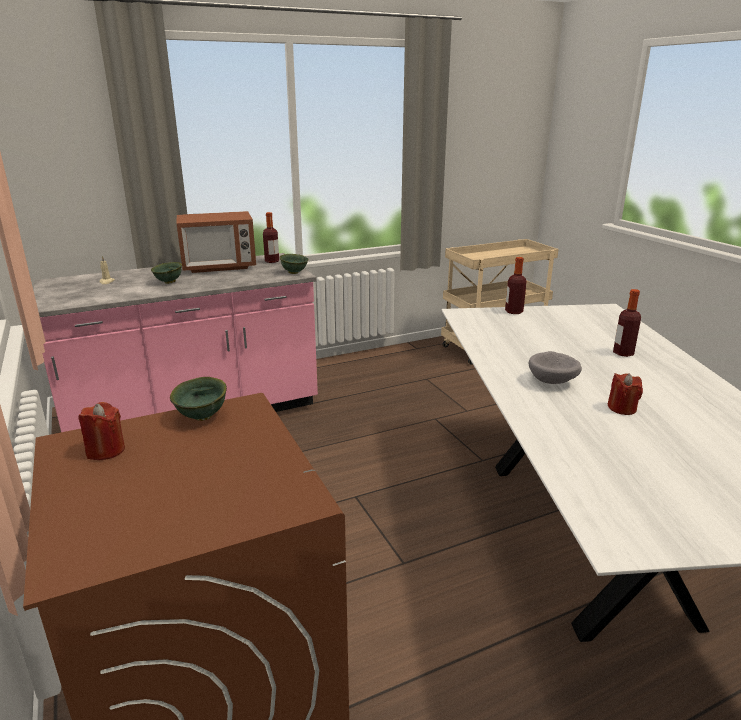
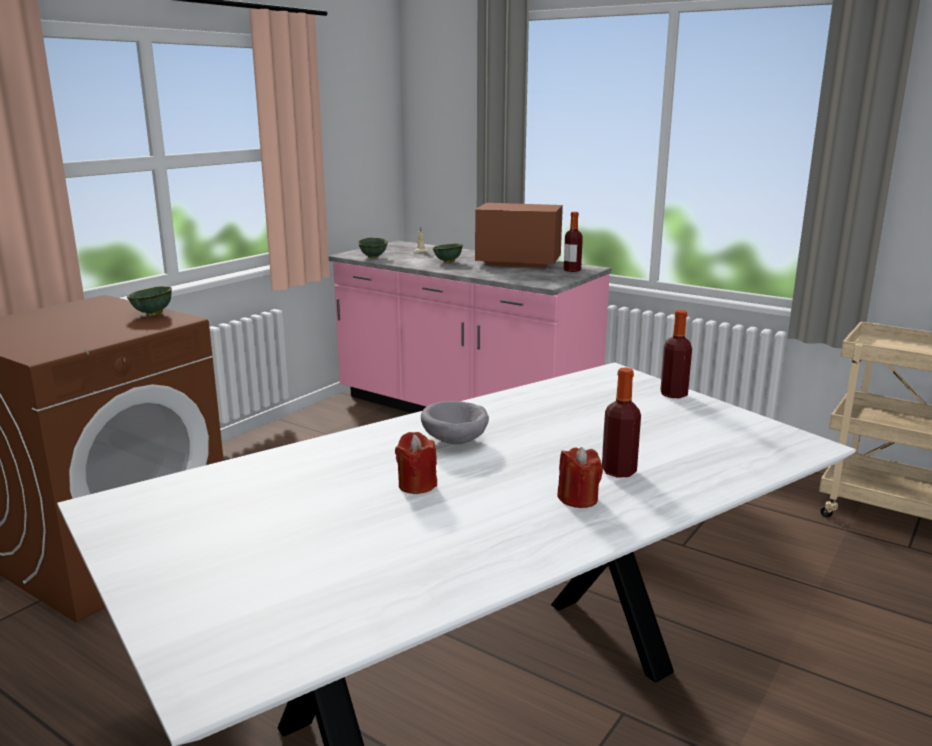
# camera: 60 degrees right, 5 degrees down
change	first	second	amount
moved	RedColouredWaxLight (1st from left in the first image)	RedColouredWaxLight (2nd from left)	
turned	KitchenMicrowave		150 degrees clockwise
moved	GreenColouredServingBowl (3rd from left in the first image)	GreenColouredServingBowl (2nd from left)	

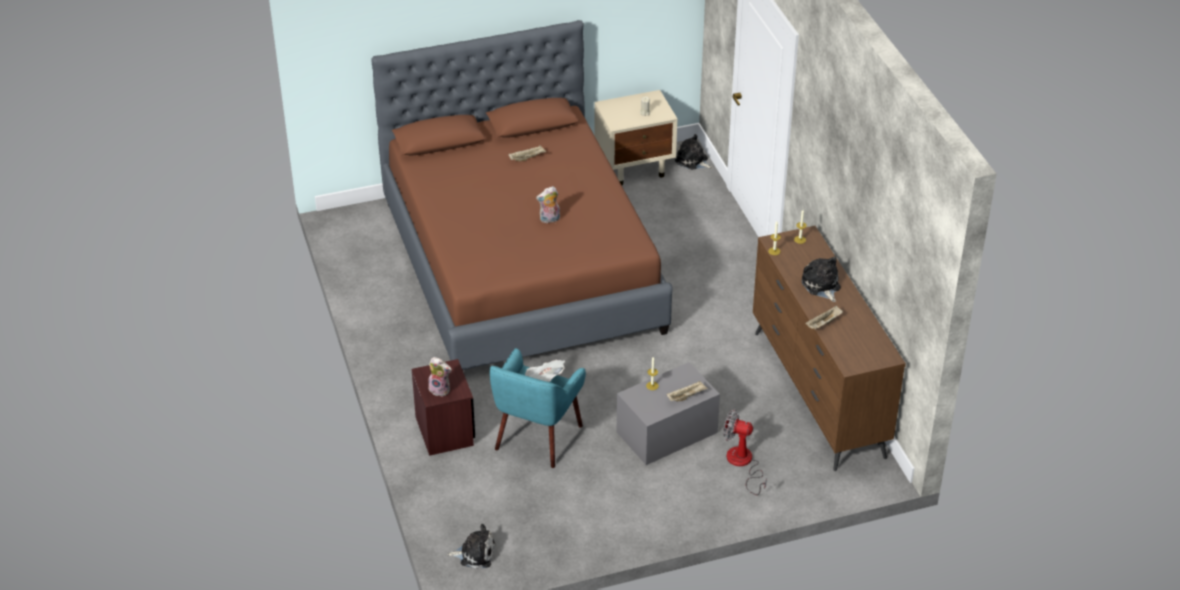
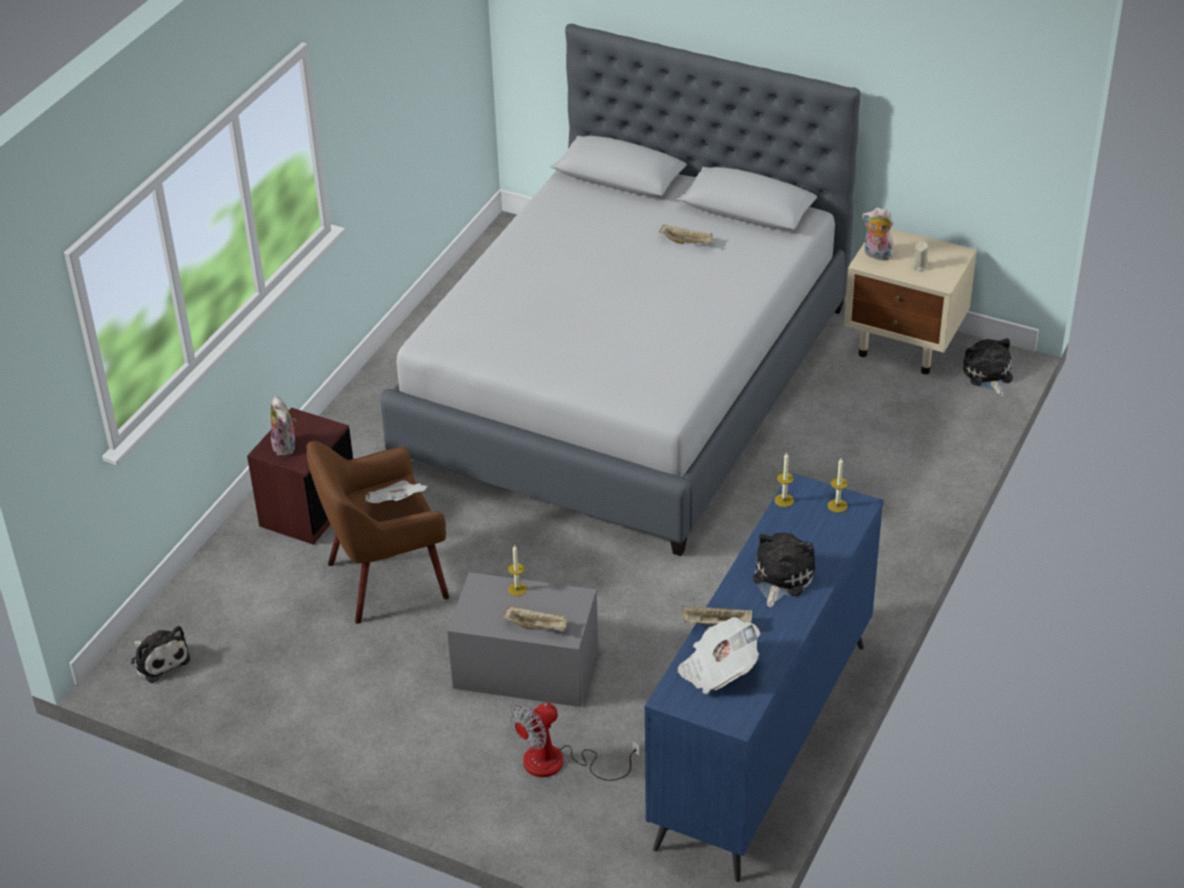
# camera: 45 degrees right, 0 degrees up
change	first	second	amount
recoloured	BrownColouredBed	GreyishBed	
recoloured	TurquoiseColouredArmchair	BrownColouredArmchair	
moved	SoftToy (3rd from left in the first image)	SoftToy (4th from left)	
turned	ElectricFan		105 degrees counterclockwise
recoloured	BrownColouredDrawerChest	BlueDrawerChest	
added		Newspaper (2nd from left)	

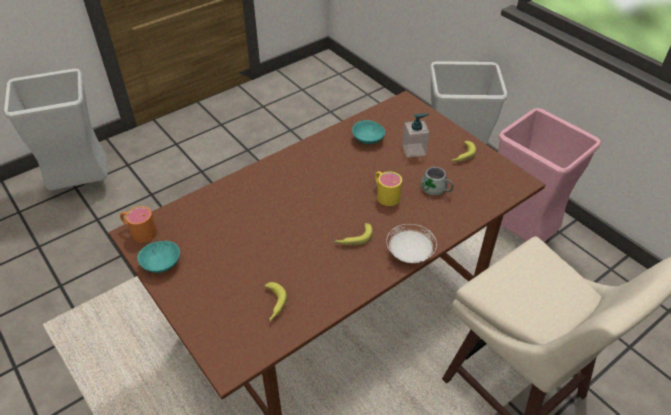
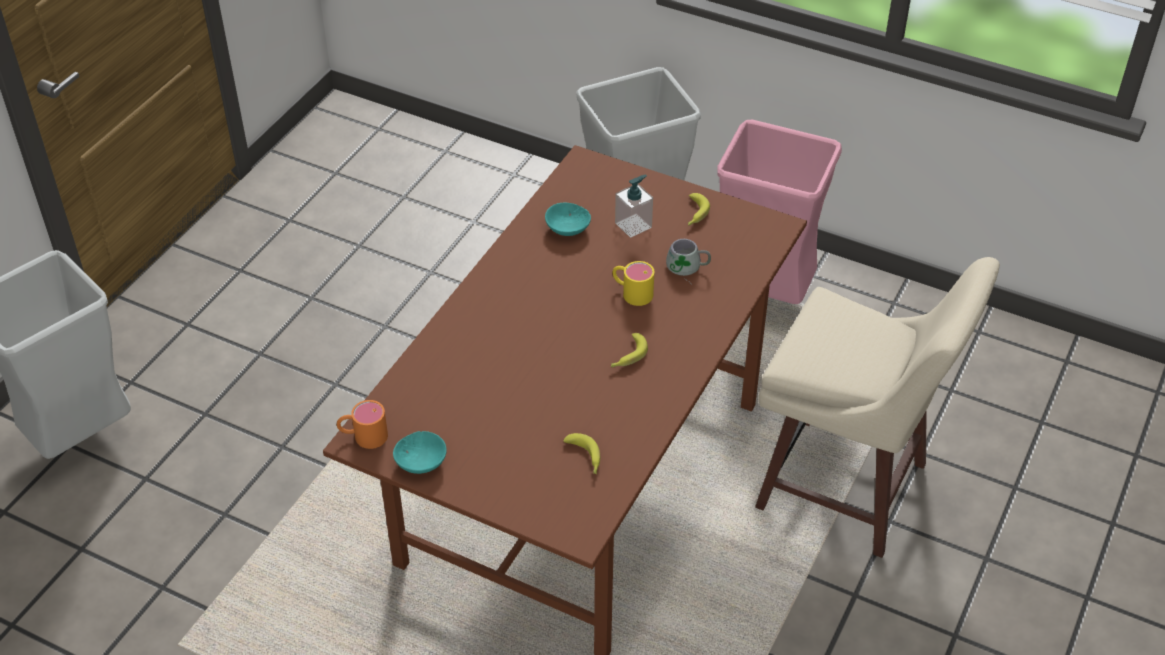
# camera: 25 degrees left, 0 degrees up
change	first	second	amount
removed	WhiteFlatDish		

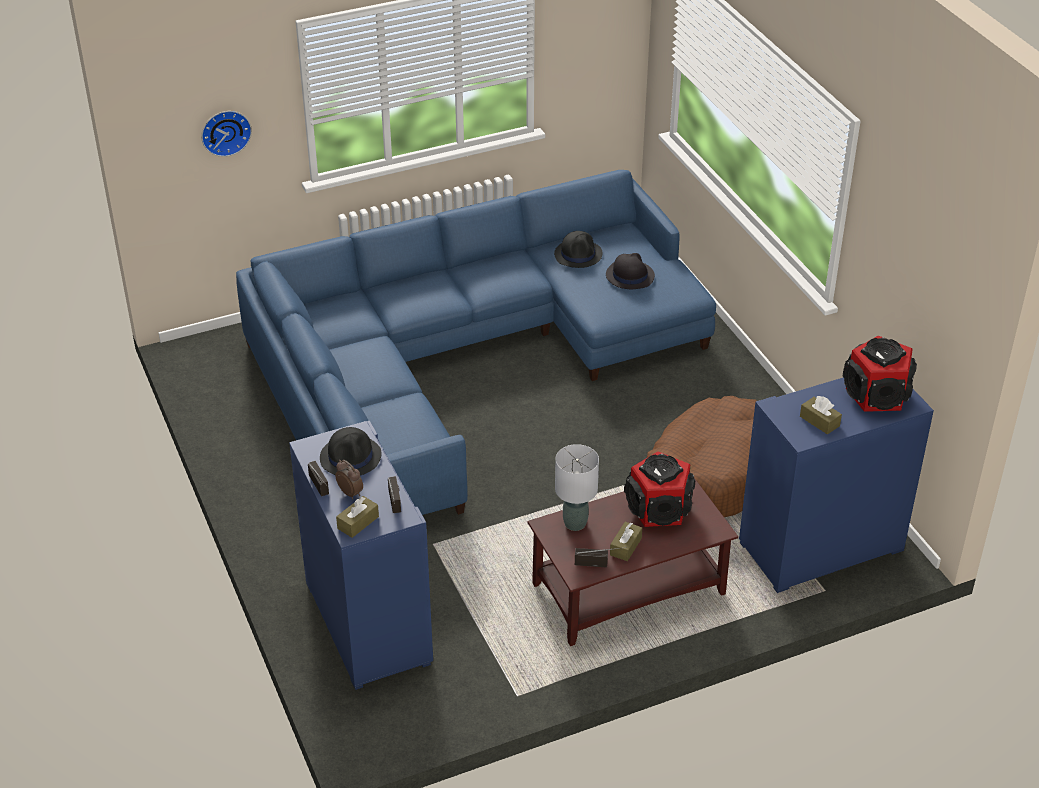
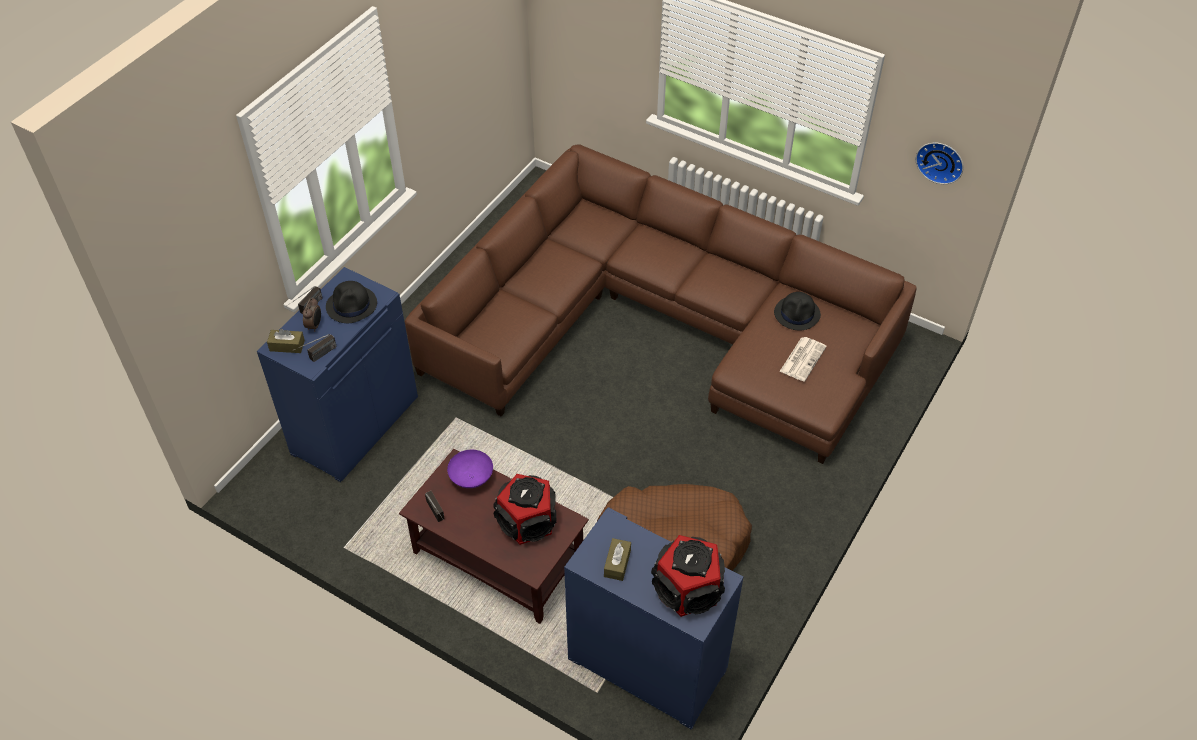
# camera: 55 degrees right, 10 degrees up
change	first	second	amount
moved	ClockOnTheWall		
recoloured	BlueSofa	BrownColouredSofa	
replaced	GreyishTabletopLamp	PurplishServingBowl	
replaced	BlackishHat (3rd from left)	Newspaper	
removed	BrownColouredTissueBox (2nd from left)		

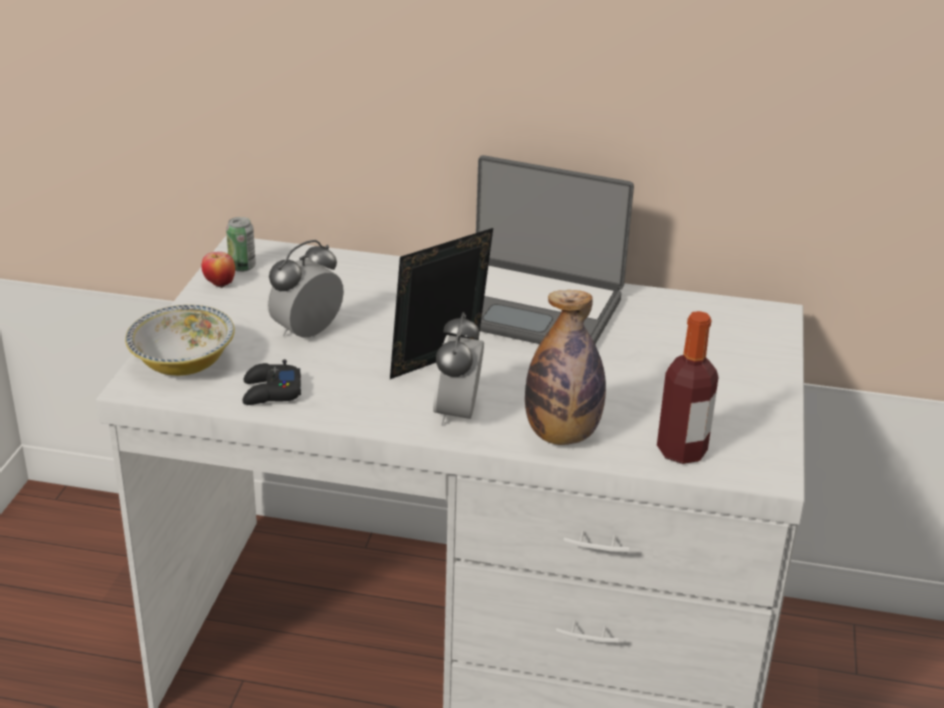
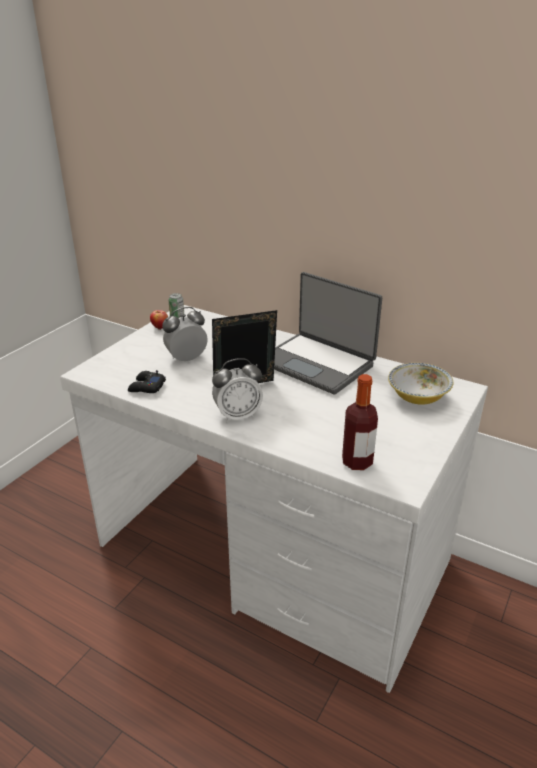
# camera: 20 degrees right, 0 degrees up
change	first	second	amount
moved	ServingBowl		
turned	TableClock (2nd from left)		135 degrees counterclockwise
removed	BeverageBottle (1st from left)		

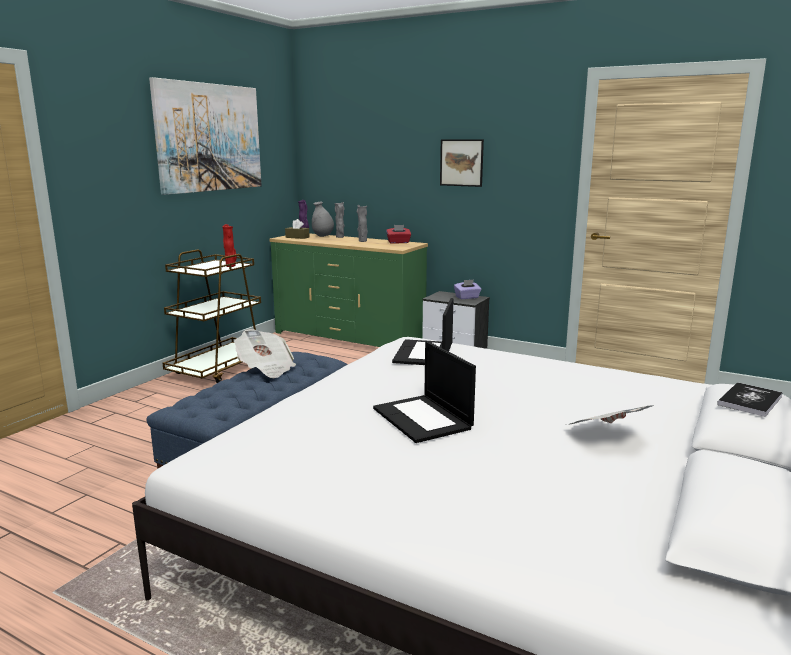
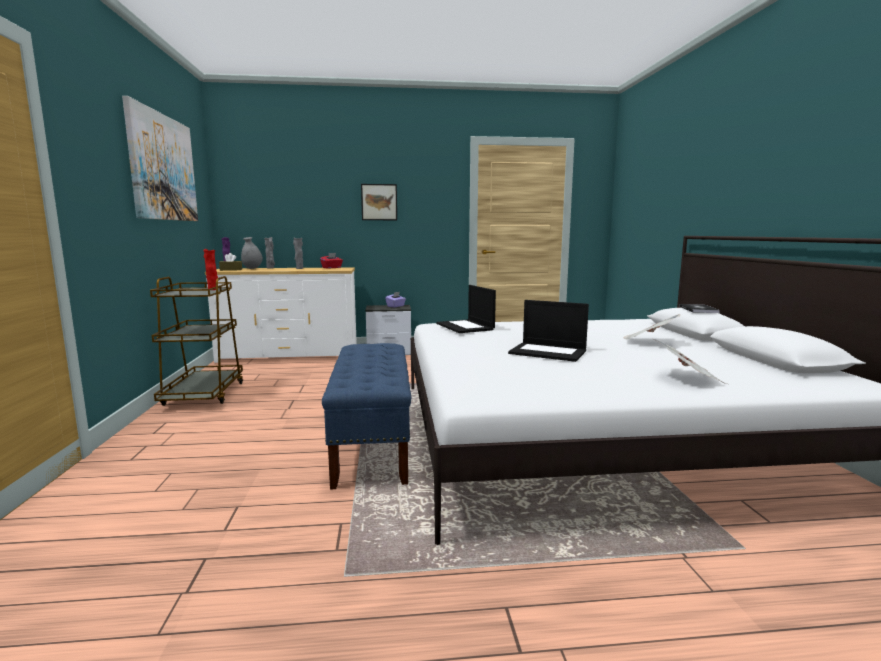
# camera: 35 degrees left, 5 degrees down
change	first	second	amount
moved	Newspaper (1st from left in the first image)	Newspaper (2nd from left)	
recoloured	GreenColouredDrawerChest	WhiteDrawerChest	

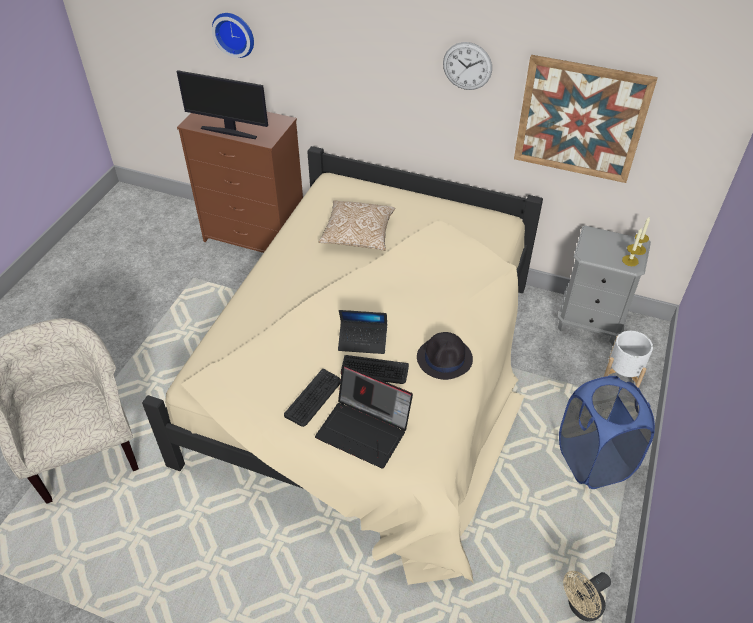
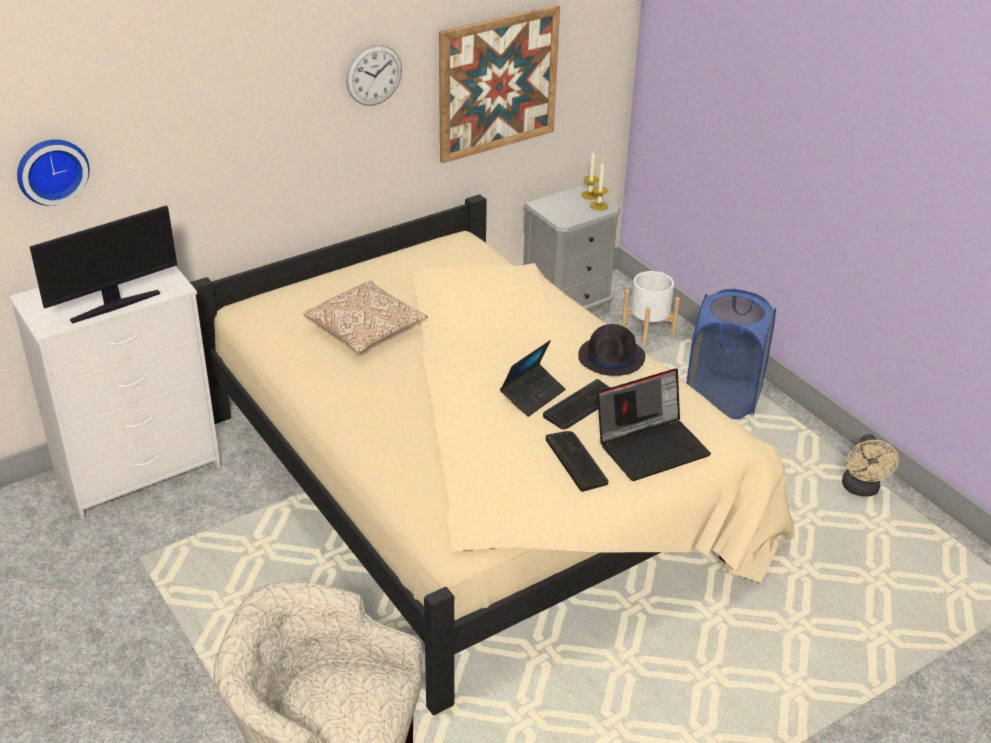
# camera: 55 degrees left, 10 degrees down
change	first	second	amount
recoloured	BrownColouredDrawerChest	WhiteDrawerChest	

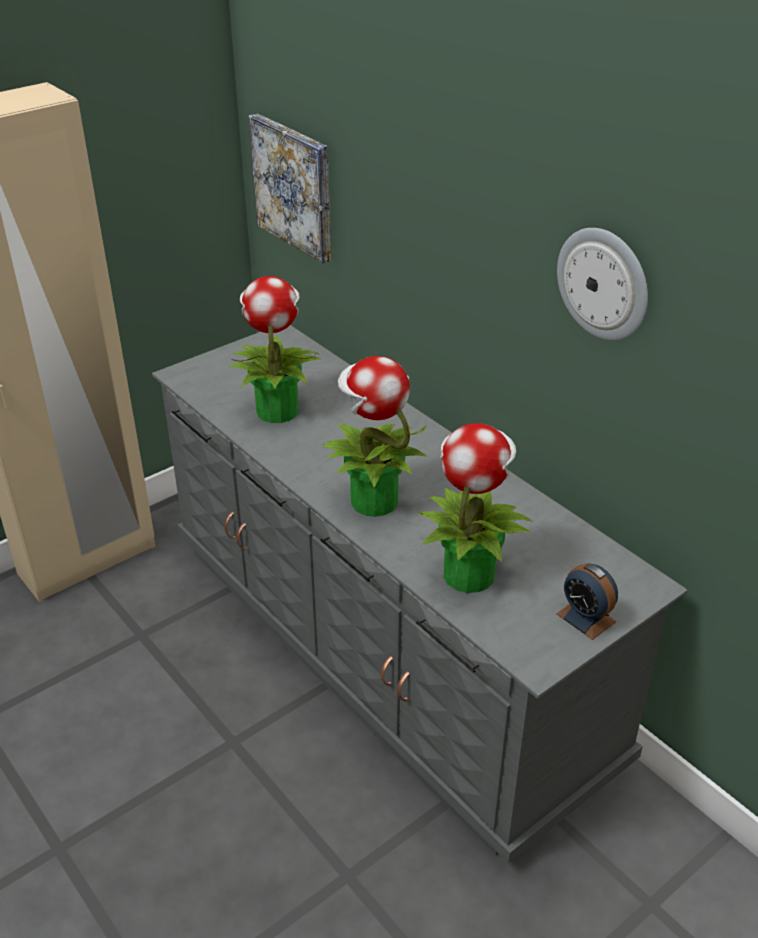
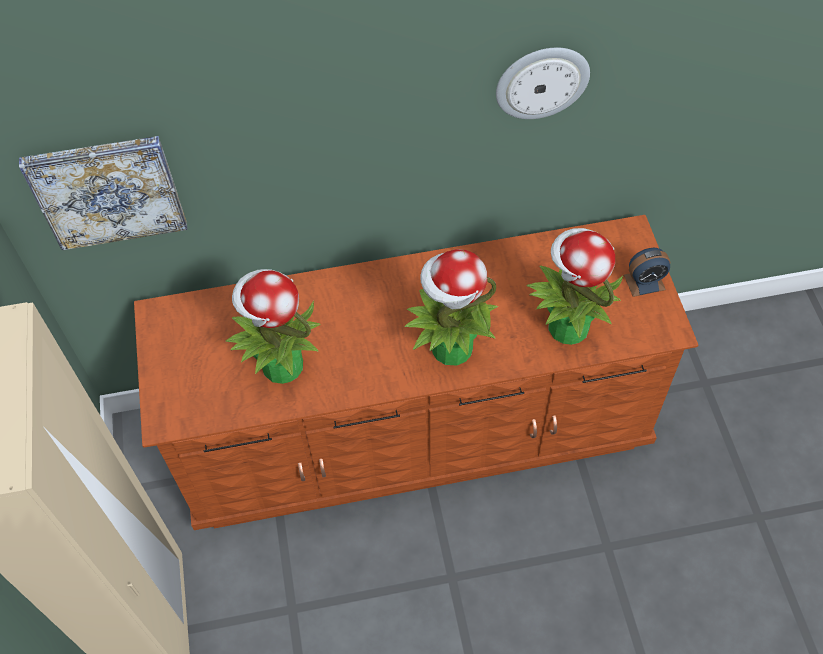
# camera: 60 degrees left, 20 degrees up
change	first	second	amount
recoloured	GreyishDrawerChest	BrownColouredDrawerChest	

